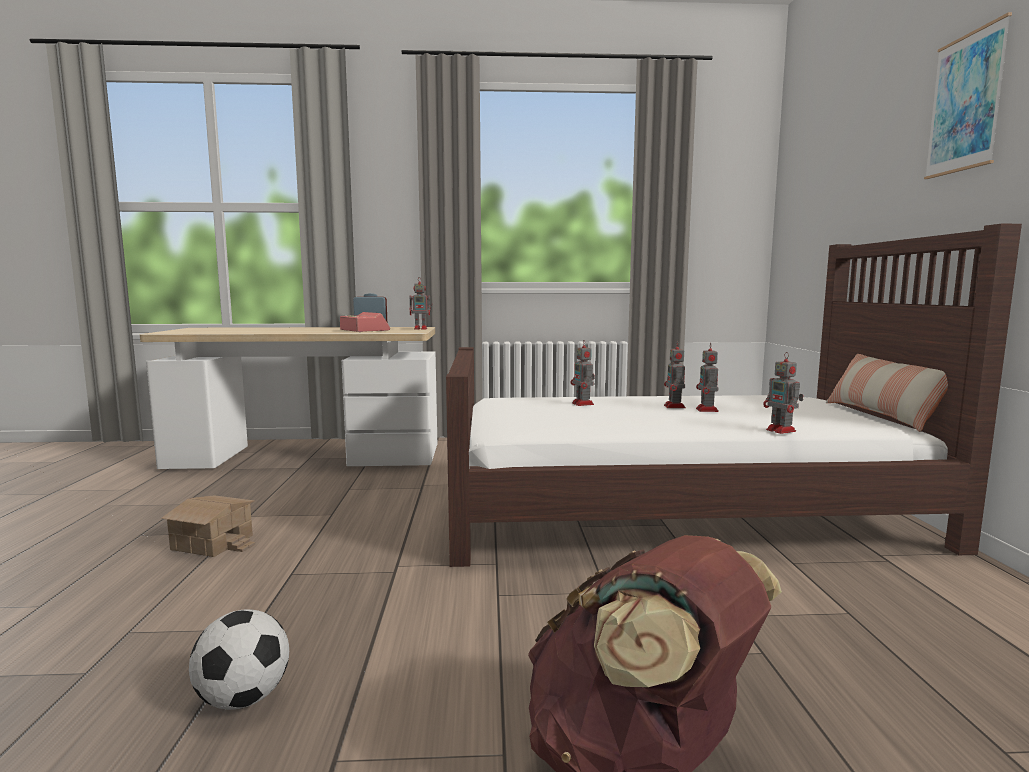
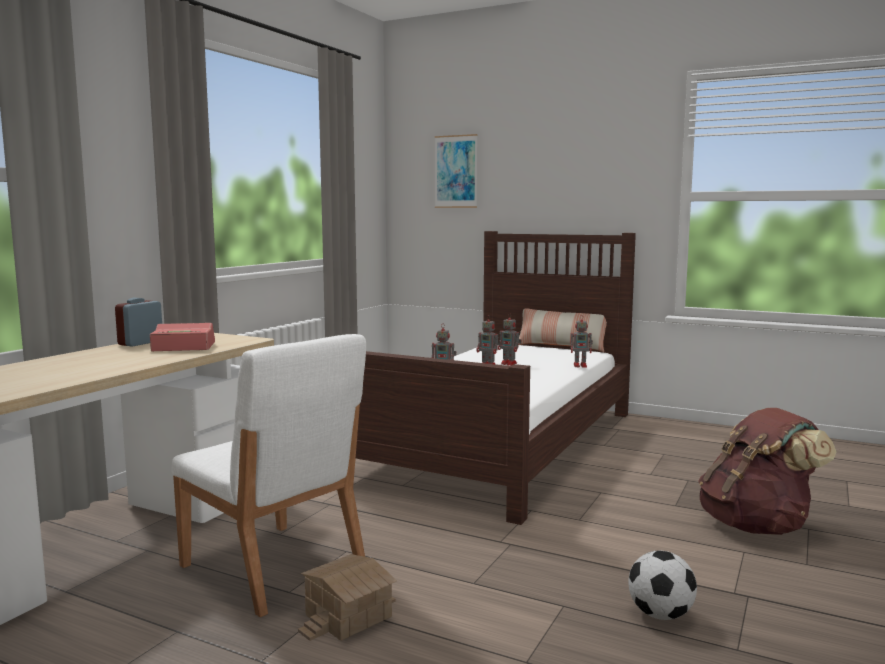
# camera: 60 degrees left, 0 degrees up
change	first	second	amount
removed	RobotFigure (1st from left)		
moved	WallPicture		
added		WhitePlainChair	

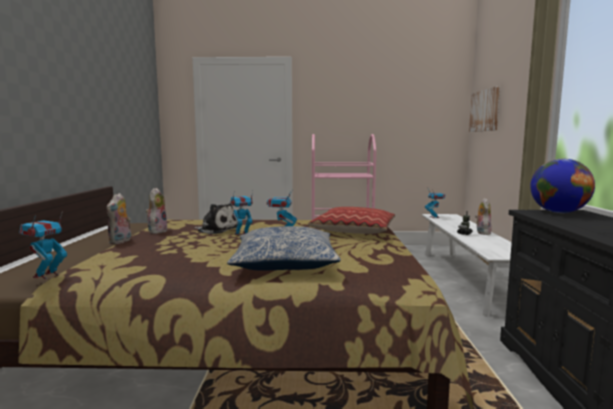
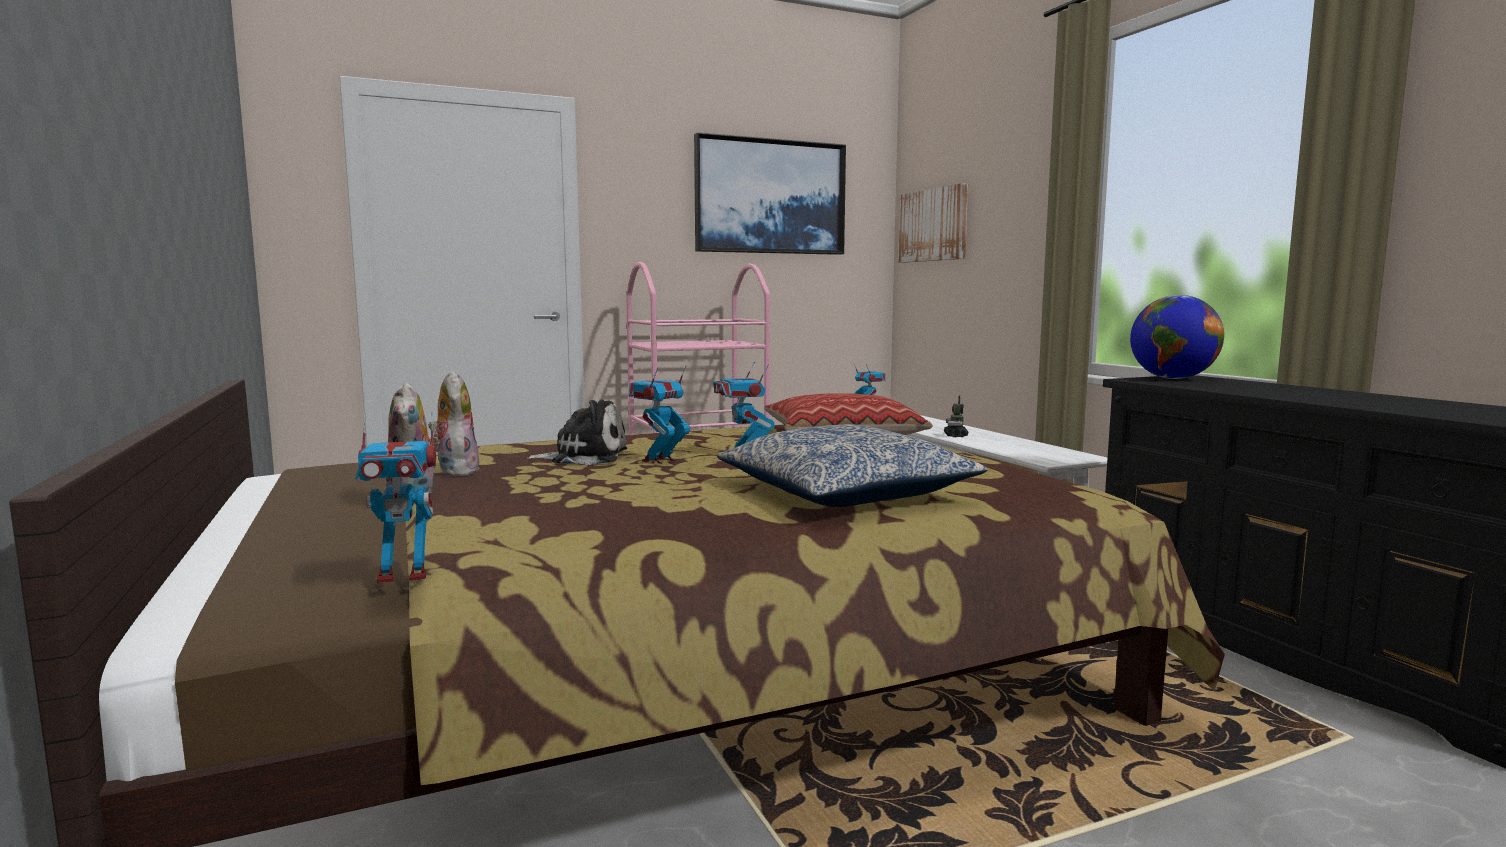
# camera: 25 degrees left, 0 degrees up
change	first	second	amount
turned	RobotFigure (1st from left)		105 degrees counterclockwise
removed	SoftToy (4th from left)		
added		WallPicture (1st from left)	

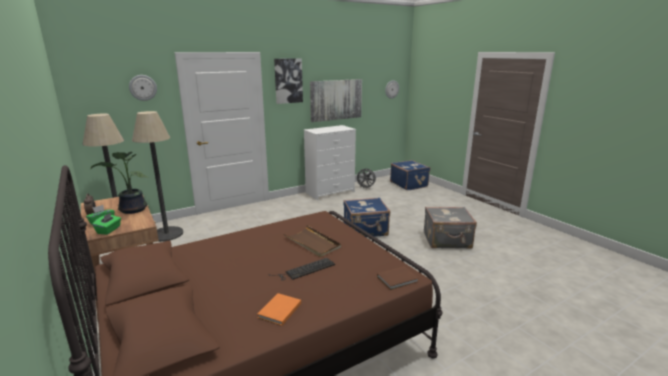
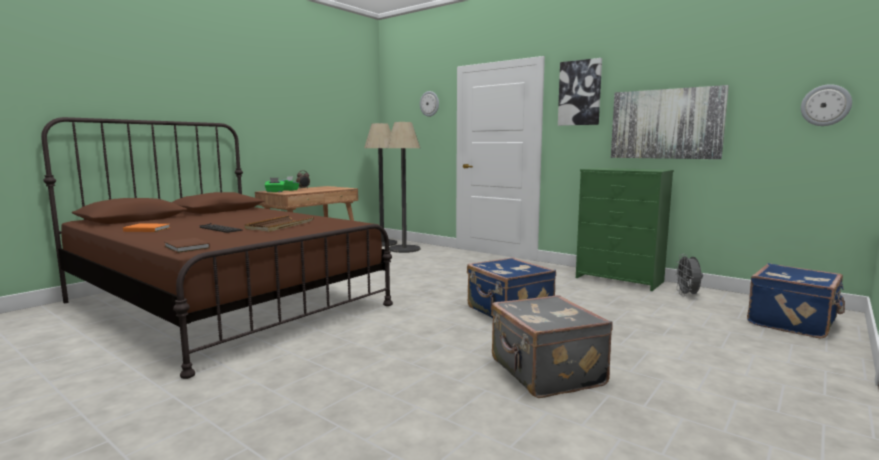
# camera: 70 degrees right, 10 degrees down
change	first	second	amount
removed	PottedPlant		
recoloured	WhiteDrawerChest	GreenColouredDrawerChest	

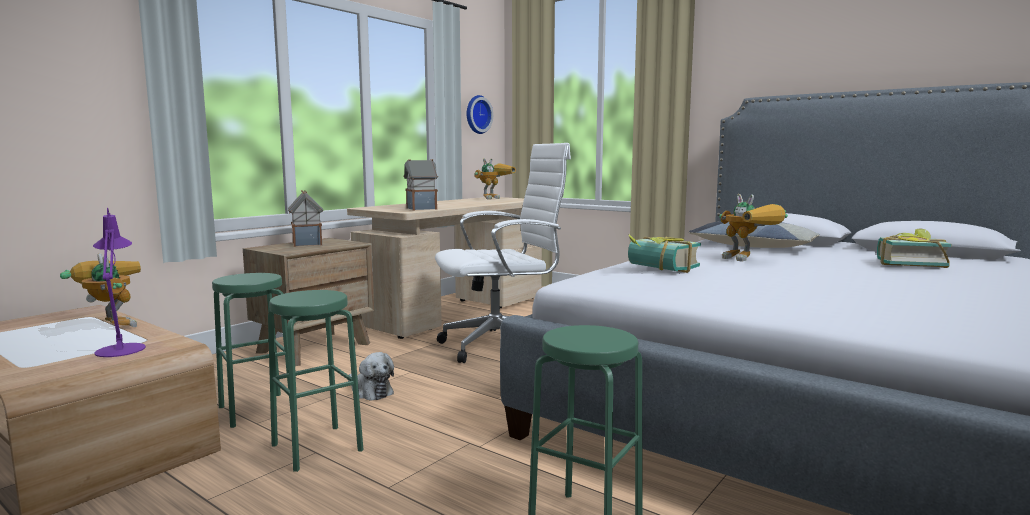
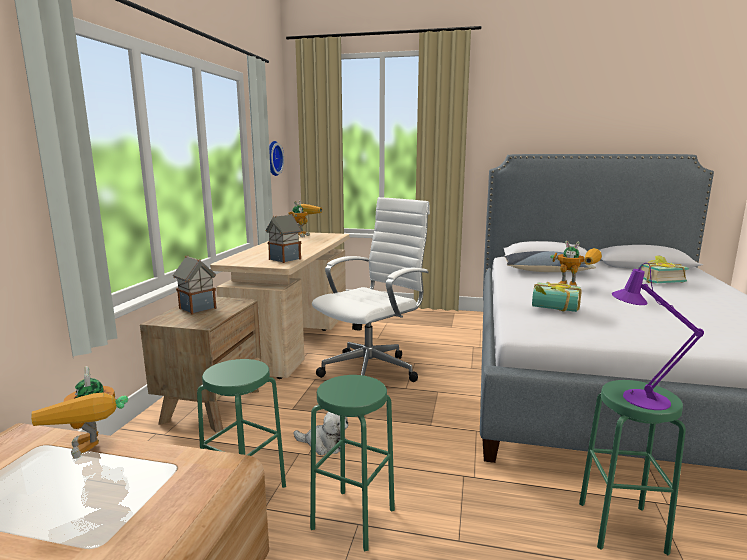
# camera: 25 degrees left, 5 degrees up
change	first	second	amount
turned	RobotFigure (1st from left)		135 degrees counterclockwise
moved	PurplishTabletopLamp		

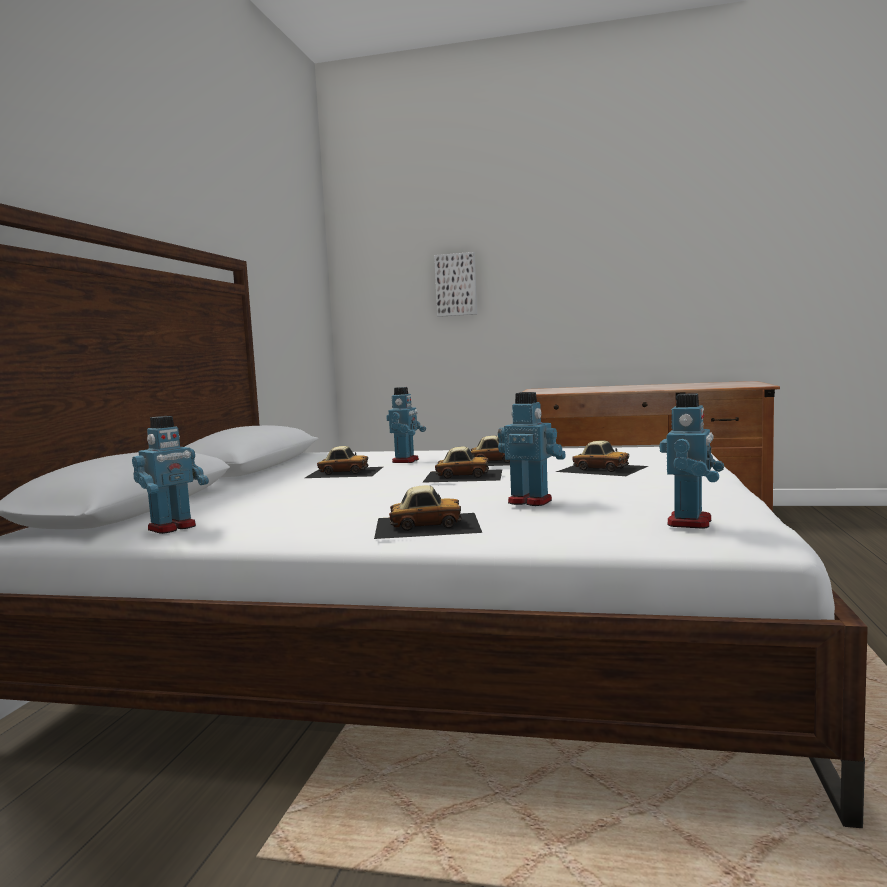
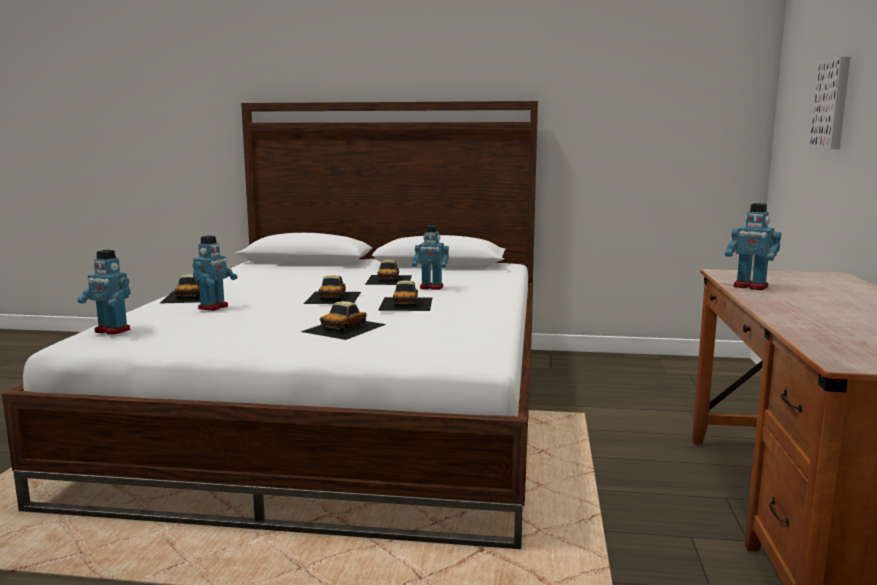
# camera: 85 degrees right, 5 degrees up
change	first	second	amount
moved	RobotFigure (1st from left in the first image)	RobotFigure (4th from left)	

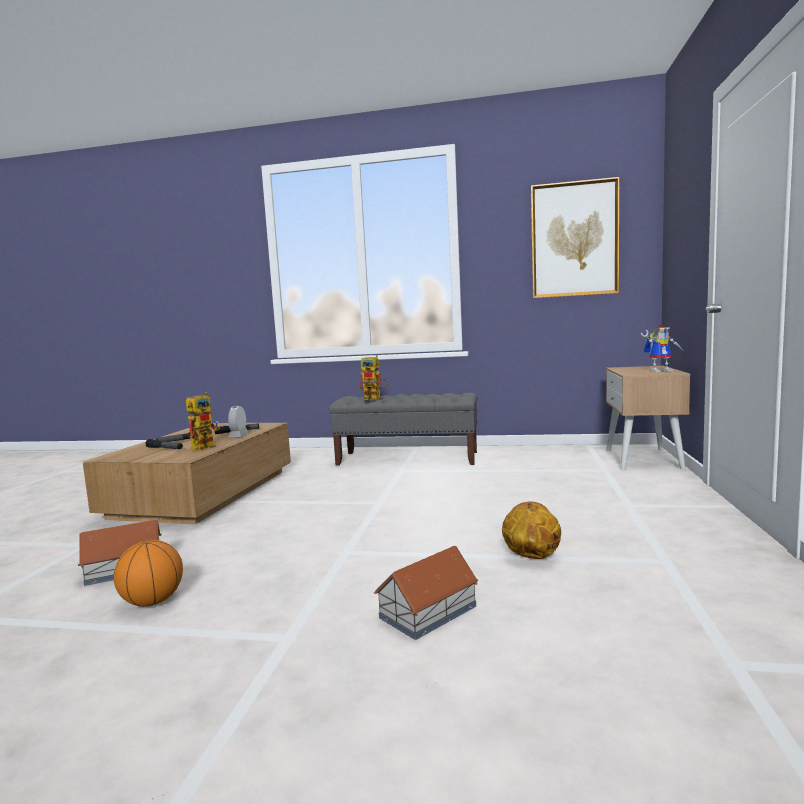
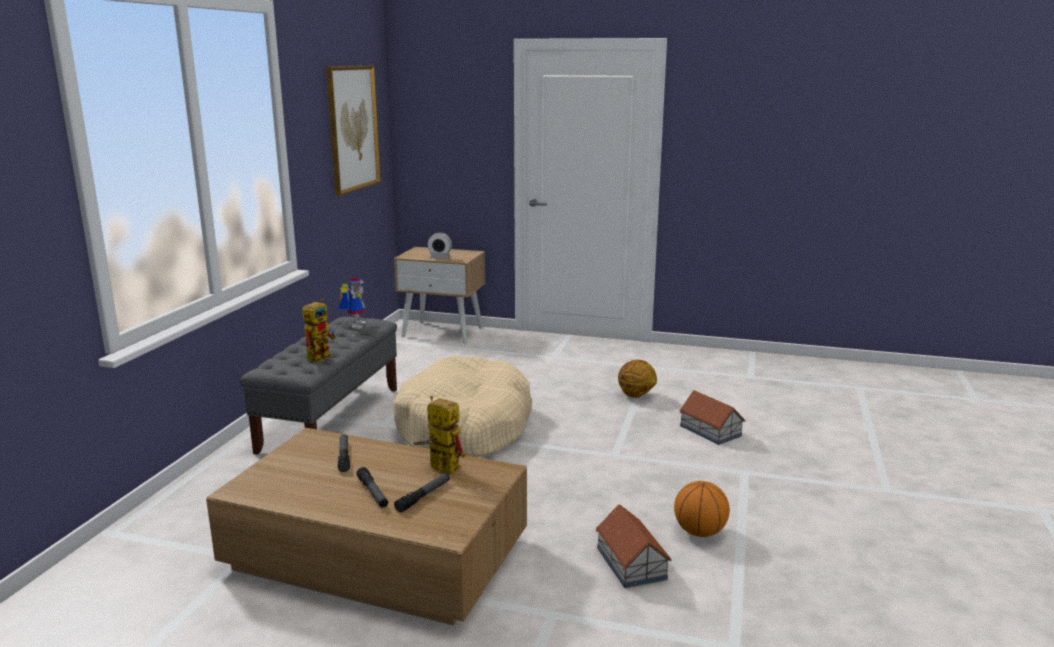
# camera: 85 degrees left, 10 degrees up
change	first	second	amount
moved	TableClock		
moved	RobotFigure (3rd from left in the first image)	RobotFigure (2nd from left)	
added		BeigeColouredDogBed	

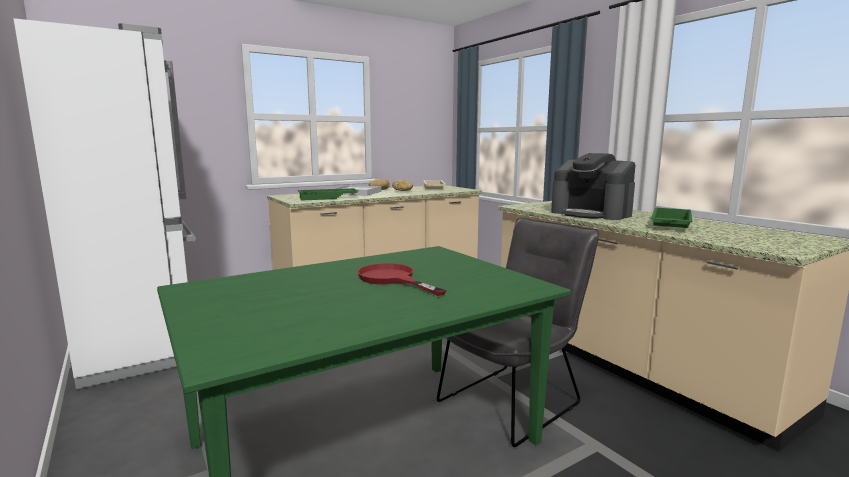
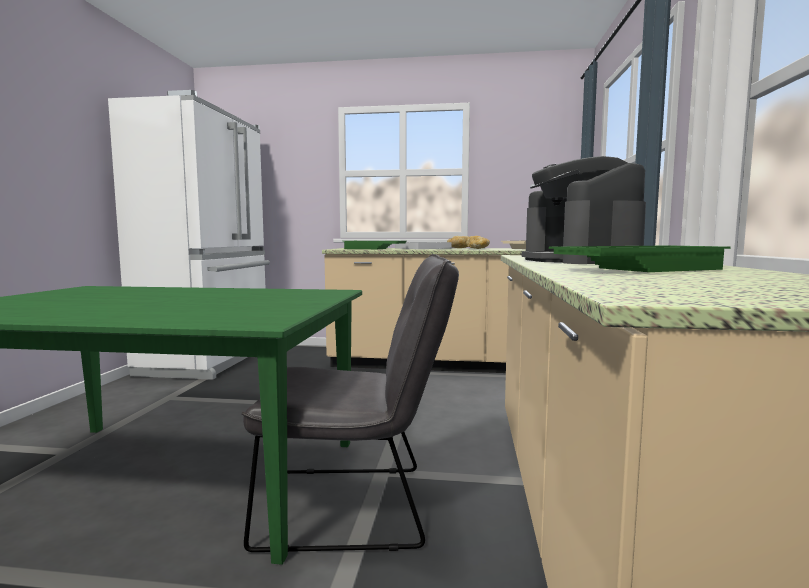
# camera: 40 degrees right, 5 degrees down
change	first	second	amount
removed	RedColouredPan		

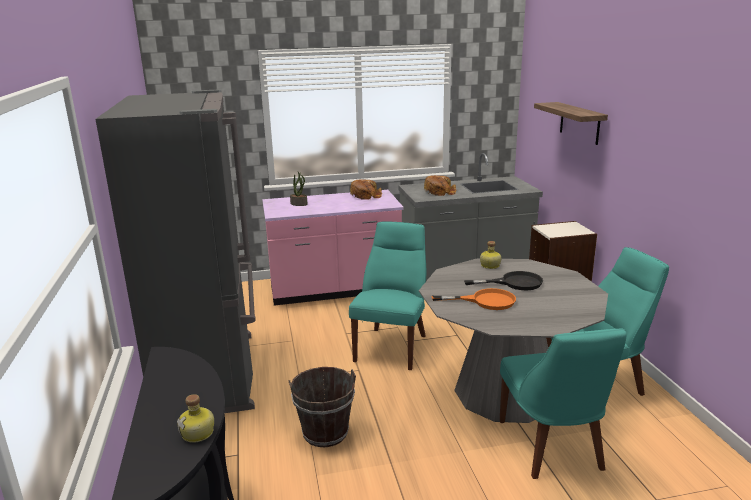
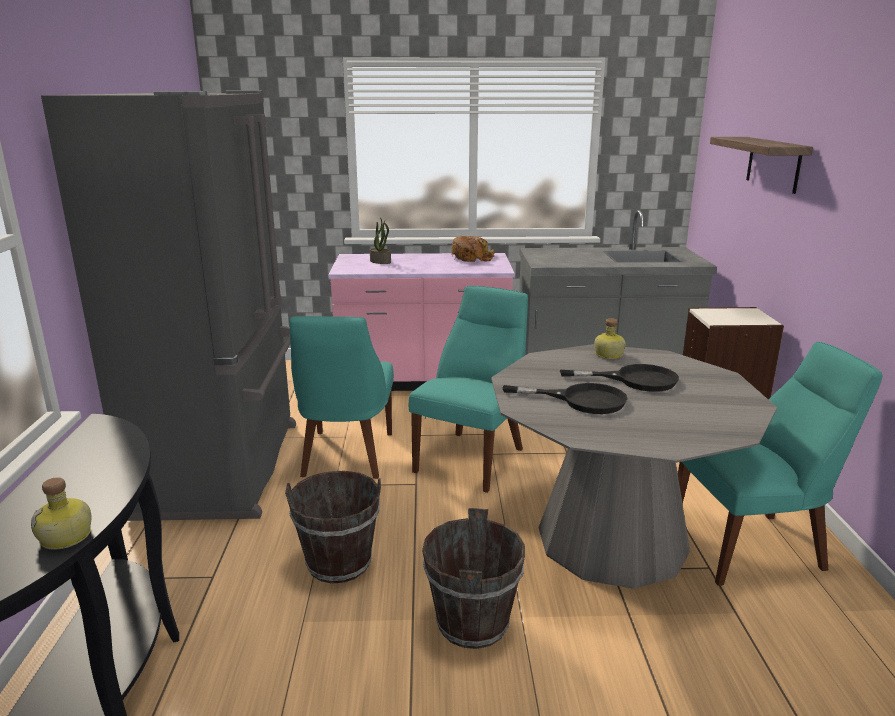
# camera: 10 degrees right, 0 degrees up
change	first	second	amount
removed	Bread (2nd from left)		
recoloured	OrangeColouredPan	BlackishPan (1st from left)	
moved	TurquoiseColouredPlainChair (2nd from left in the first image)	TurquoiseColouredPlainChair (1st from left)	
added		BrownColouredBucket (2nd from left)	

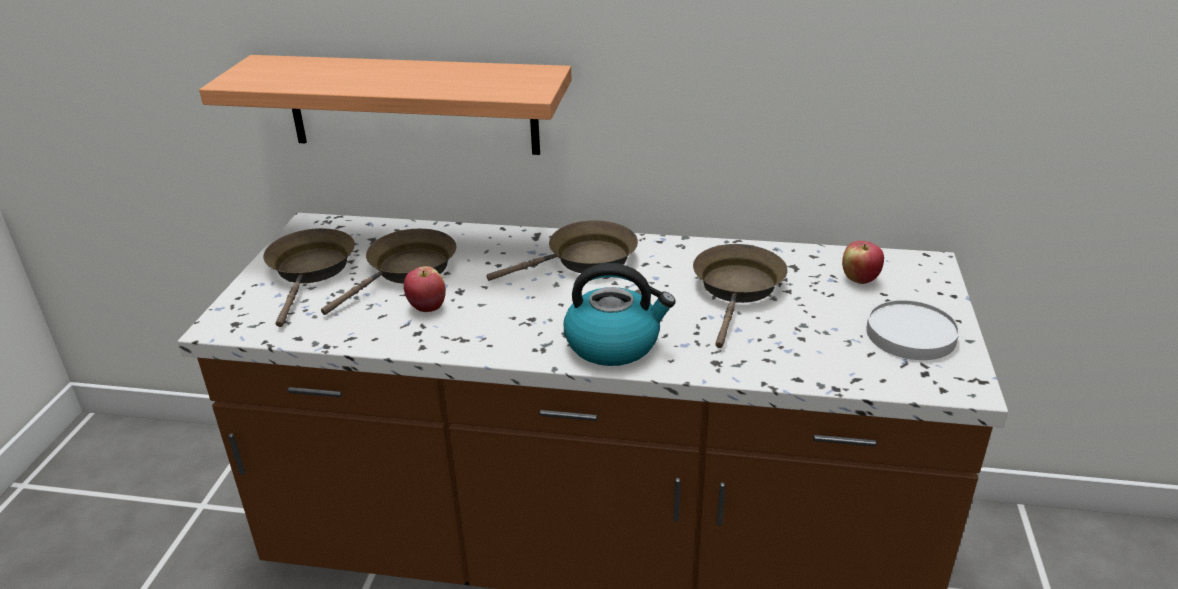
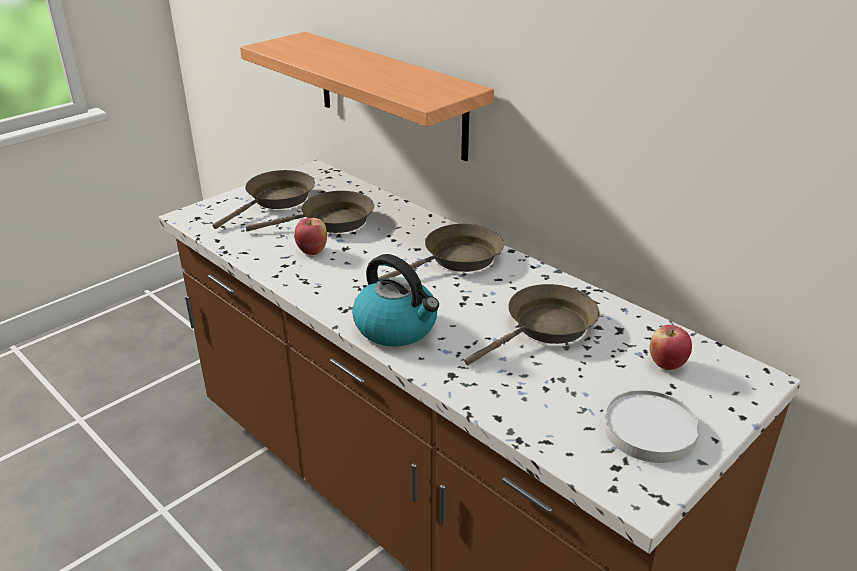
# camera: 35 degrees right, 0 degrees up
change	first	second	amount
turned	BrownColouredPan (3rd from left)		45 degrees counterclockwise

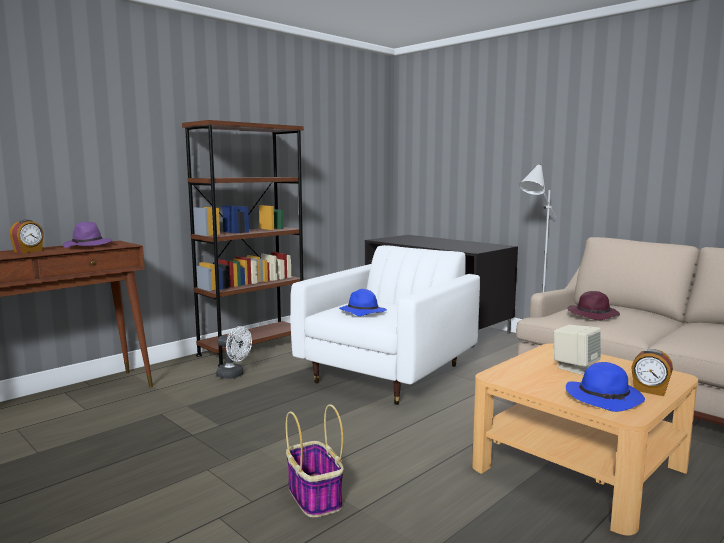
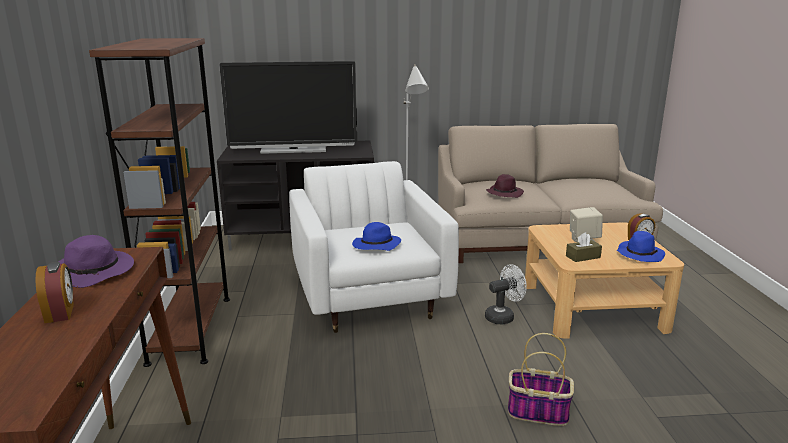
# camera: 50 degrees left, 10 degrees up
change	first	second	amount
moved	WhiteElectricFan		
added		Tv	
added		BrownColouredTissueBox	

